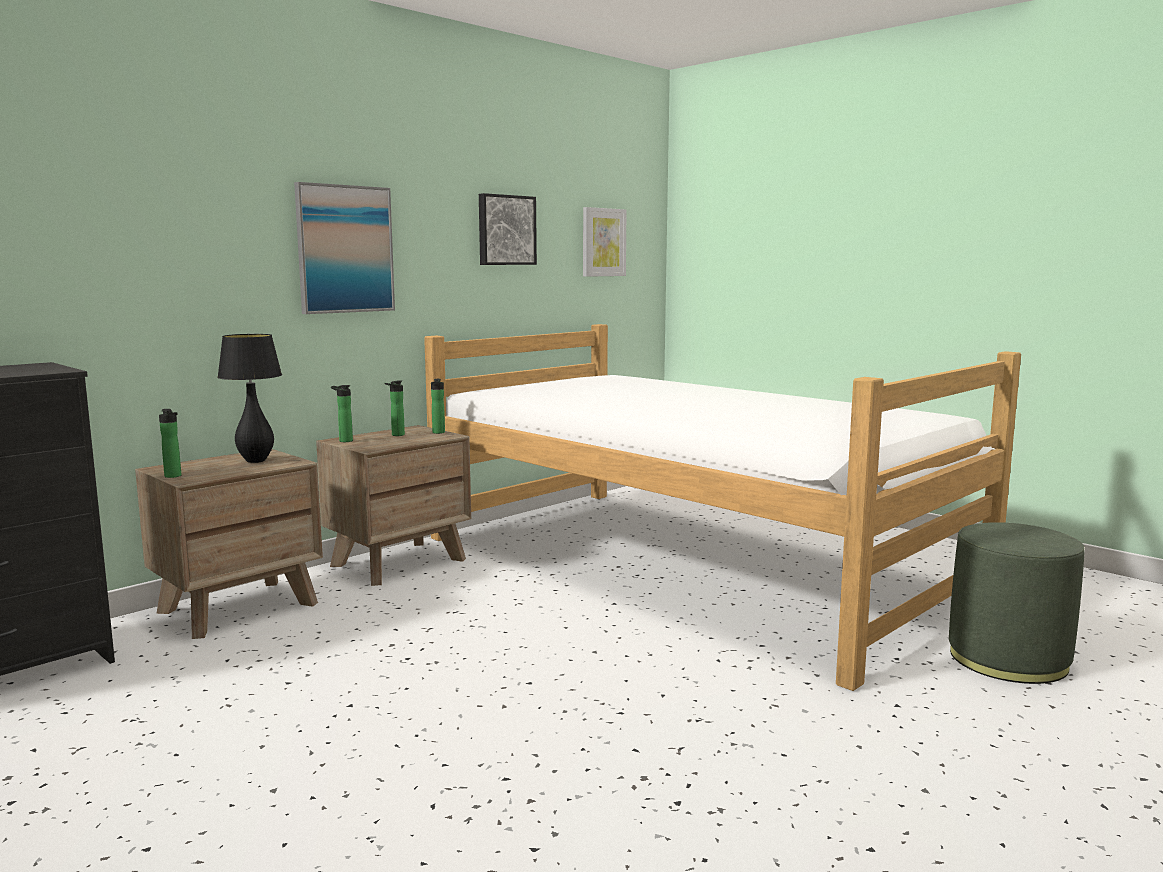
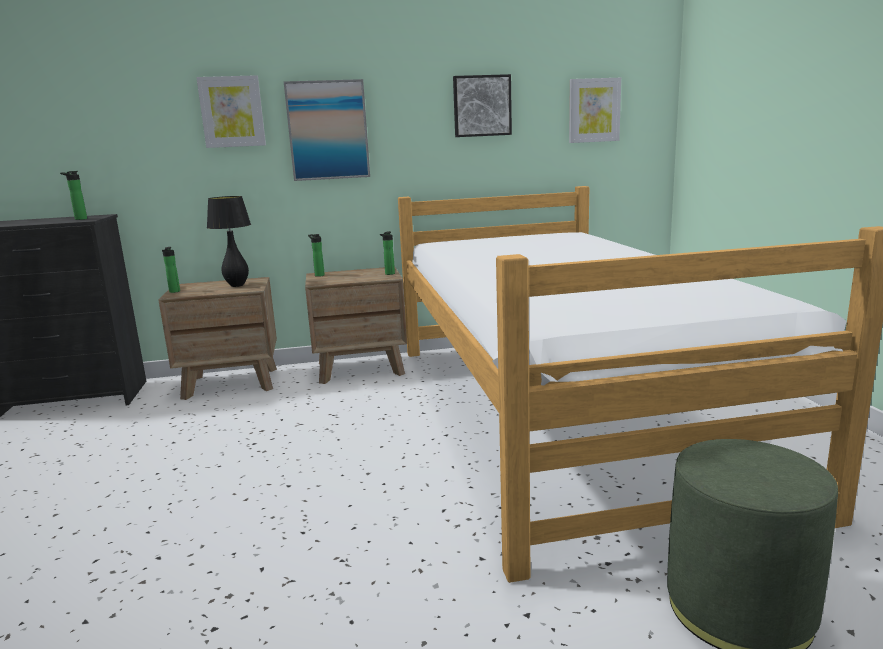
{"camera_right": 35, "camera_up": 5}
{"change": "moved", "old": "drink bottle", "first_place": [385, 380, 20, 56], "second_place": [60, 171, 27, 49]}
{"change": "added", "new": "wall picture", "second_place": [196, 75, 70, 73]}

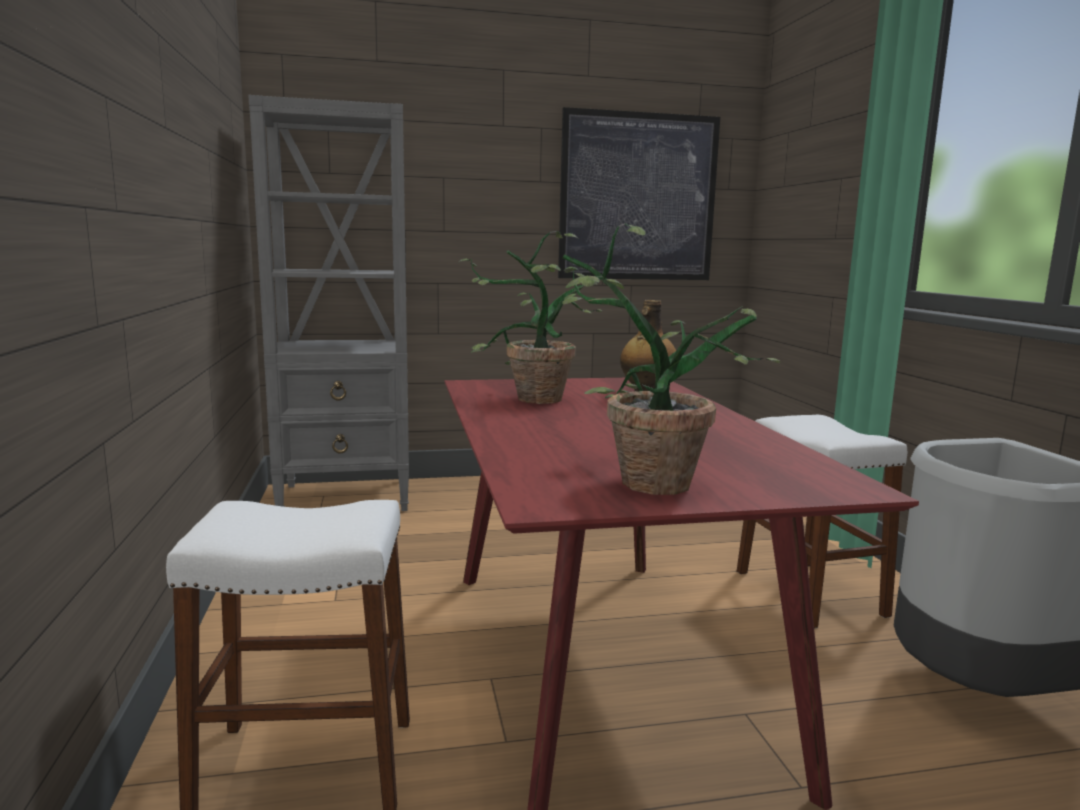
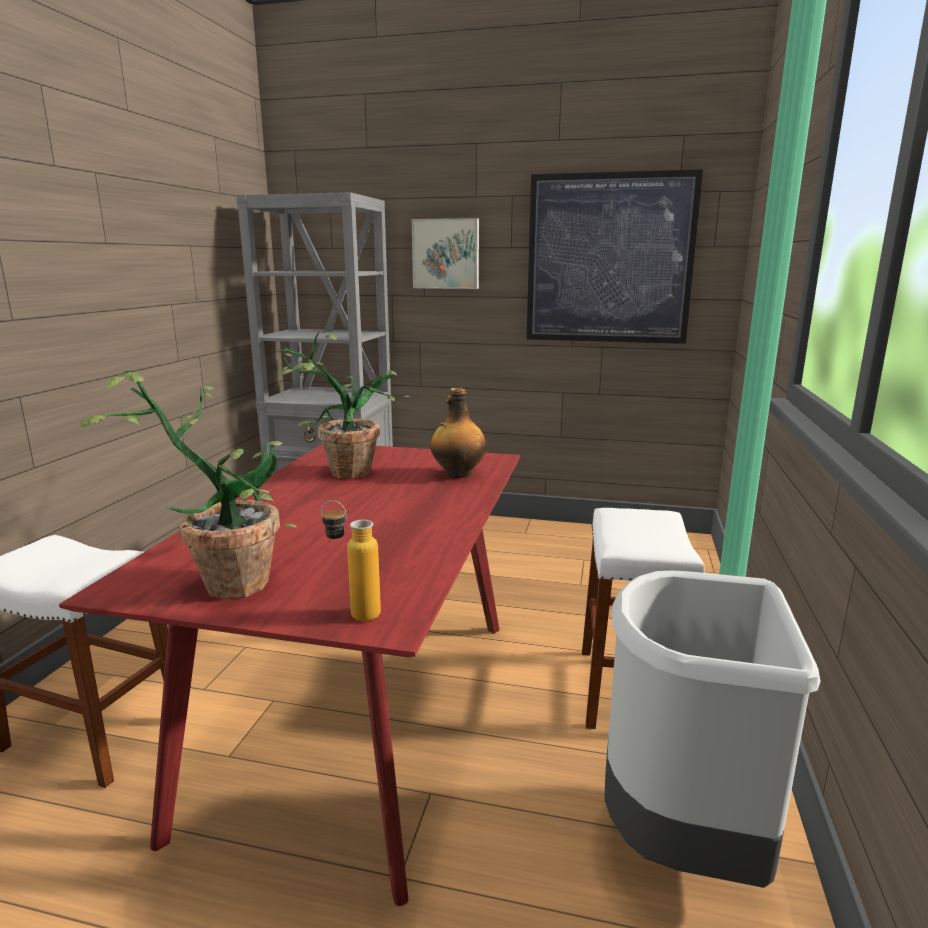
{"camera_right": 25, "camera_up": 5}
{"change": "added", "new": "drink bottle", "second_place": [321, 501, 60, 120]}
{"change": "added", "new": "wall picture", "second_place": [412, 218, 67, 71]}

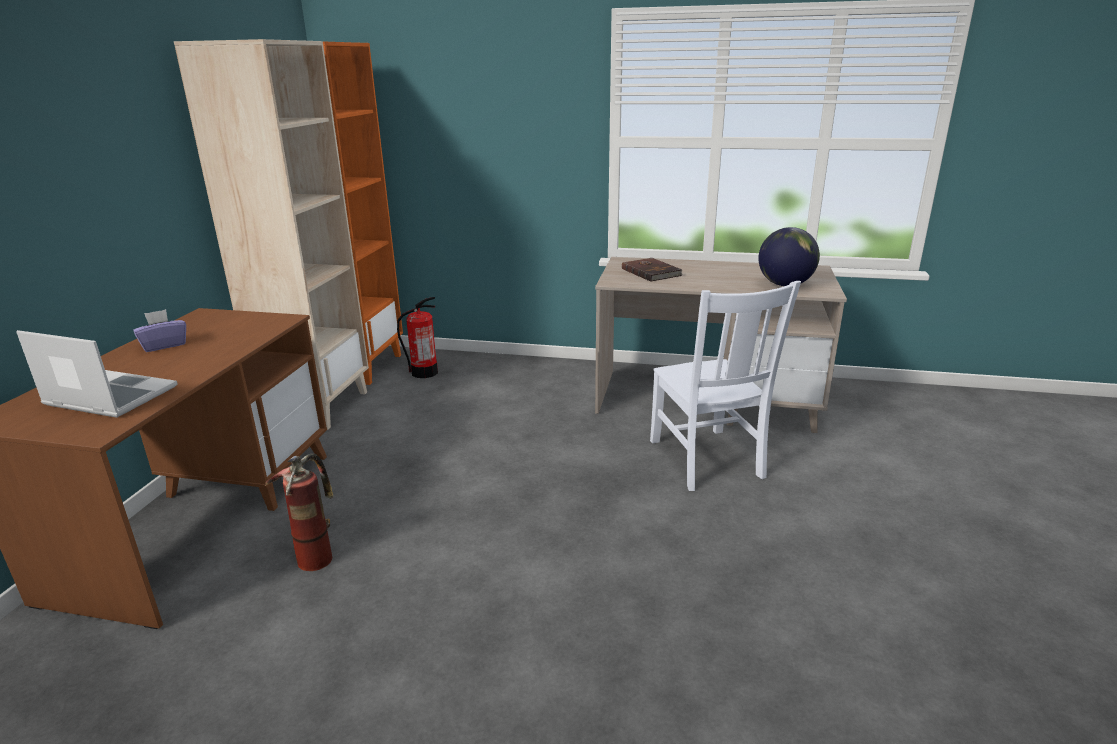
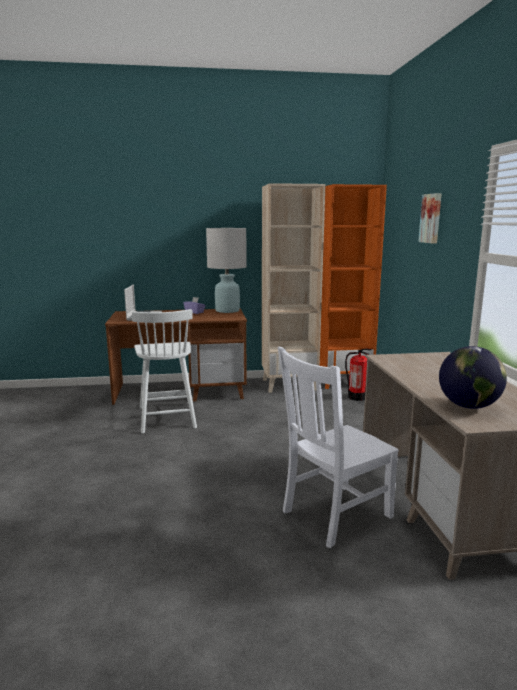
{"camera_right": 70, "camera_up": -10}
{"change": "replaced", "old": "extinguisher", "new": "white plain chair", "first_place": [265, 454, 68, 117], "second_place": [132, 309, 65, 125]}
{"change": "removed", "old": "brownish bound book", "first_place": [622, 258, 61, 24]}
{"change": "added", "new": "white lamp for a table", "second_place": [206, 228, 41, 85]}
{"change": "added", "new": "wall picture", "second_place": [418, 193, 24, 51]}

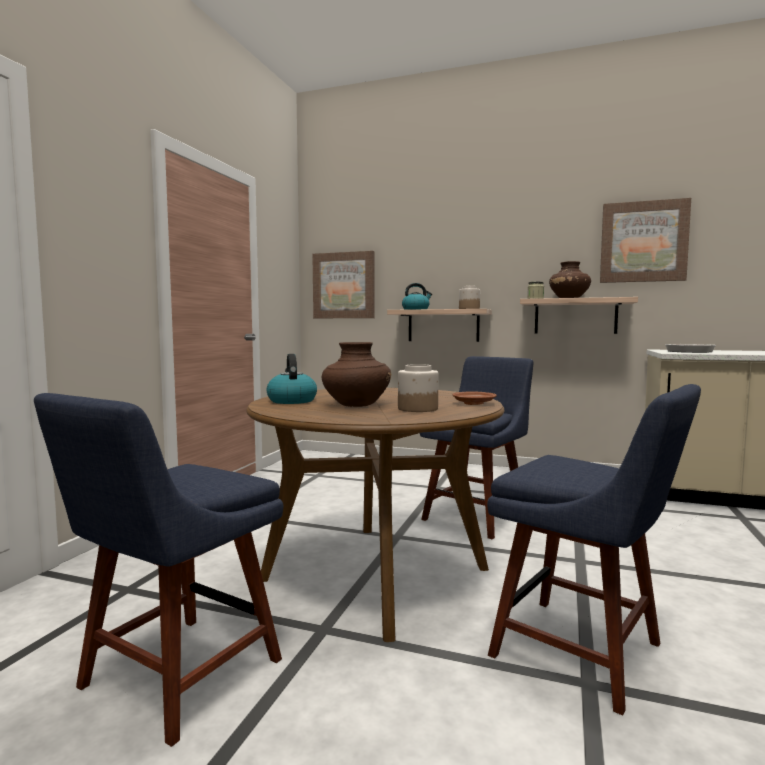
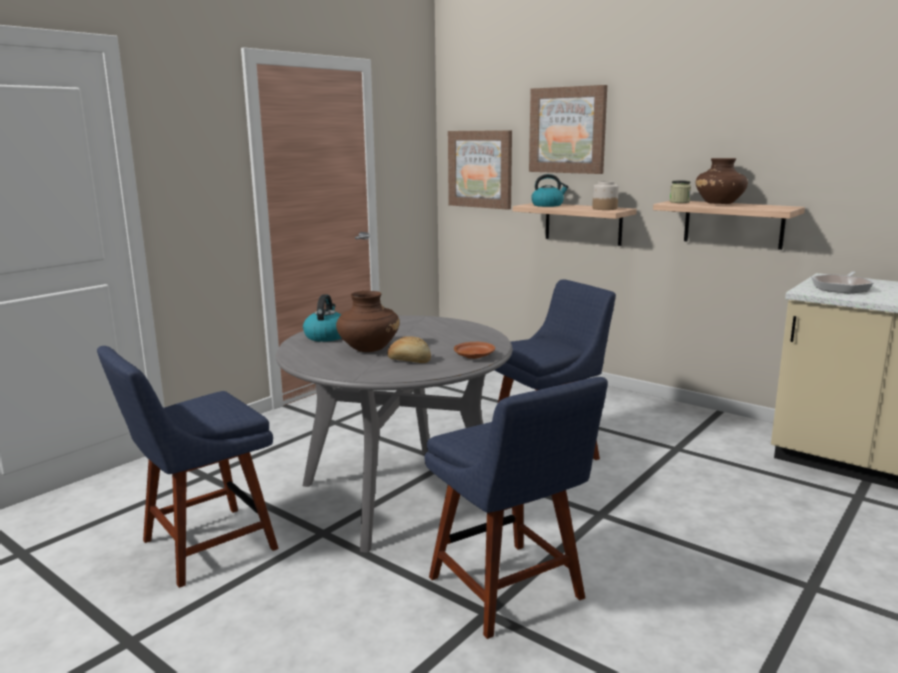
{"camera_right": 20, "camera_up": 10}
{"change": "recoloured", "old": "brownish kitchen table", "new": "grey kitchen table", "first_place": [246, 388, 259, 254], "second_place": [276, 315, 237, 238]}
{"change": "replaced", "old": "jar", "new": "bread", "first_place": [398, 364, 41, 48], "second_place": [387, 336, 44, 27]}
{"change": "moved", "old": "wall picture", "first_place": [600, 198, 91, 85], "second_place": [529, 85, 78, 89]}

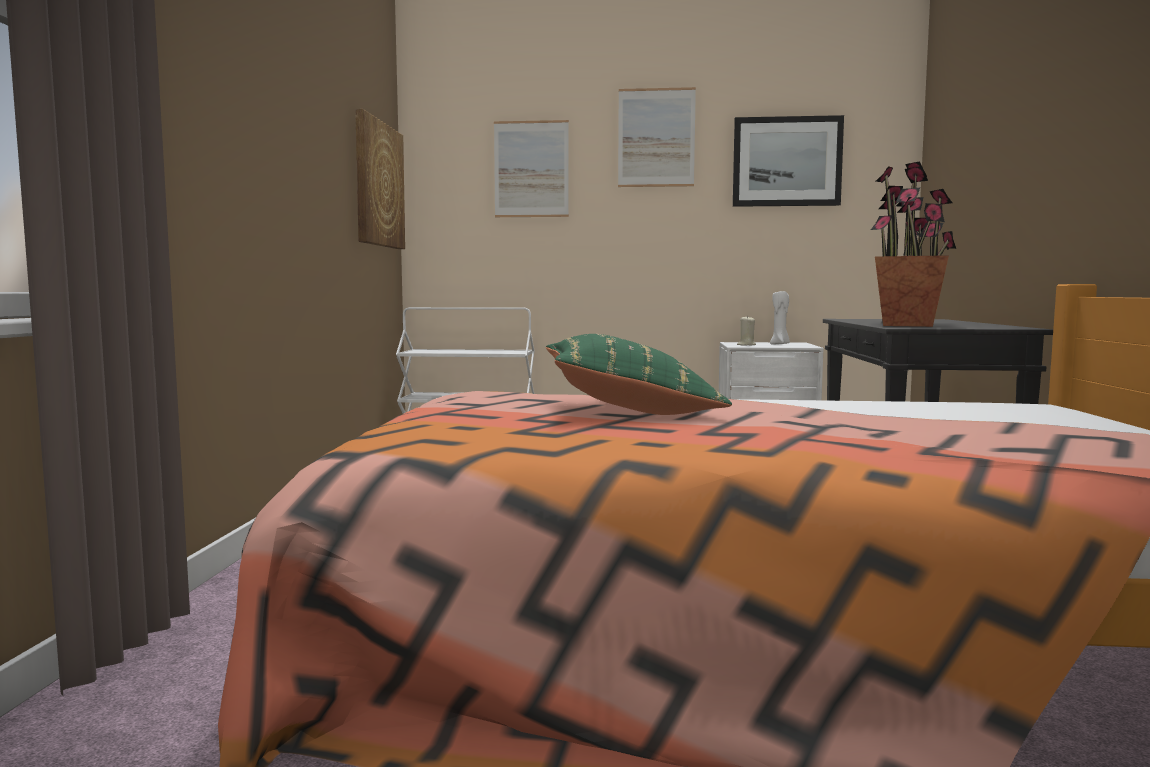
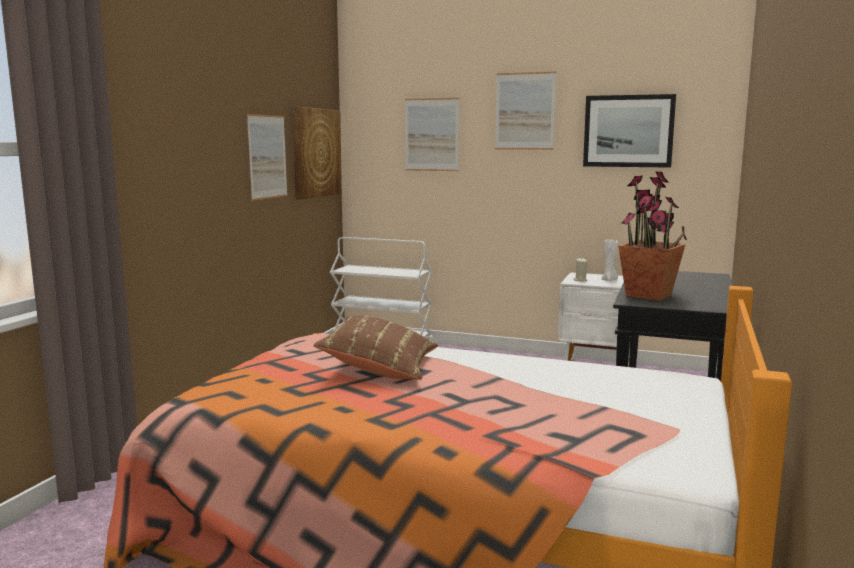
{"camera_right": 15, "camera_up": 5}
{"change": "recoloured", "old": "greenish throw pillow", "new": "brownish throw pillow", "first_place": [546, 334, 186, 81], "second_place": [314, 315, 124, 65]}
{"change": "added", "new": "wall picture", "second_place": [247, 114, 41, 87]}

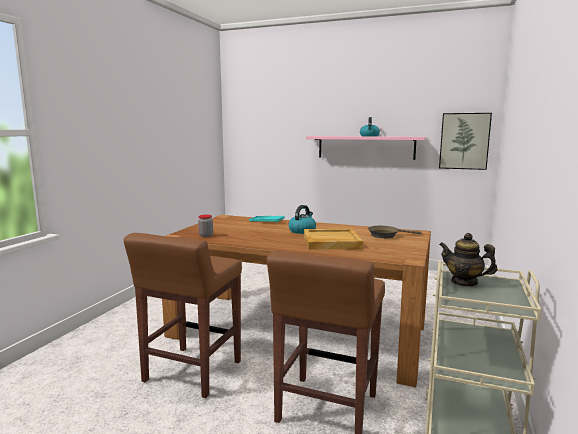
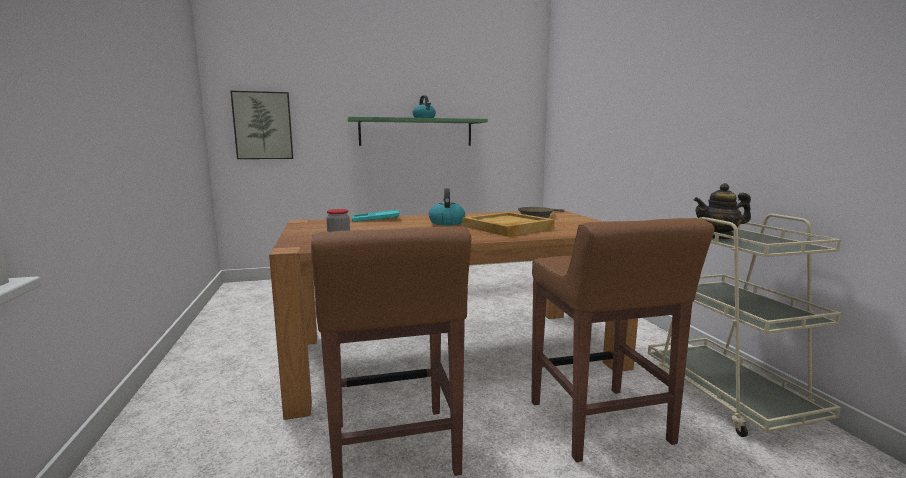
{"camera_right": -35, "camera_up": 0}
{"change": "recoloured", "old": "pink-coloured bracket shelf", "new": "greenish bracket shelf", "first_place": [306, 136, 120, 24], "second_place": [348, 117, 140, 29]}
{"change": "moved", "old": "wall picture", "first_place": [439, 113, 53, 57], "second_place": [230, 91, 63, 68]}

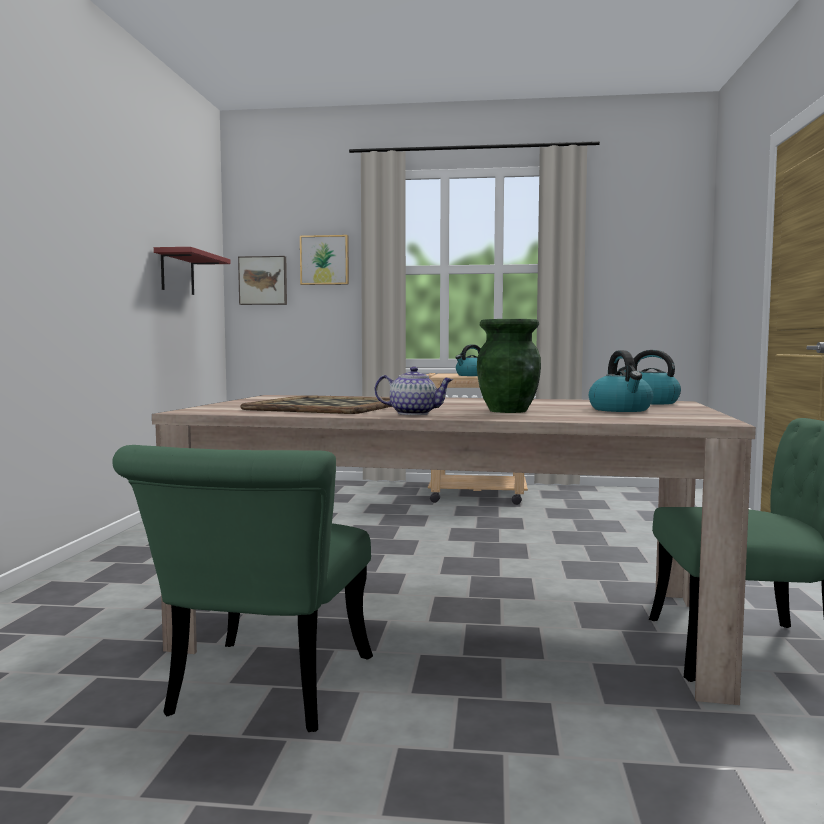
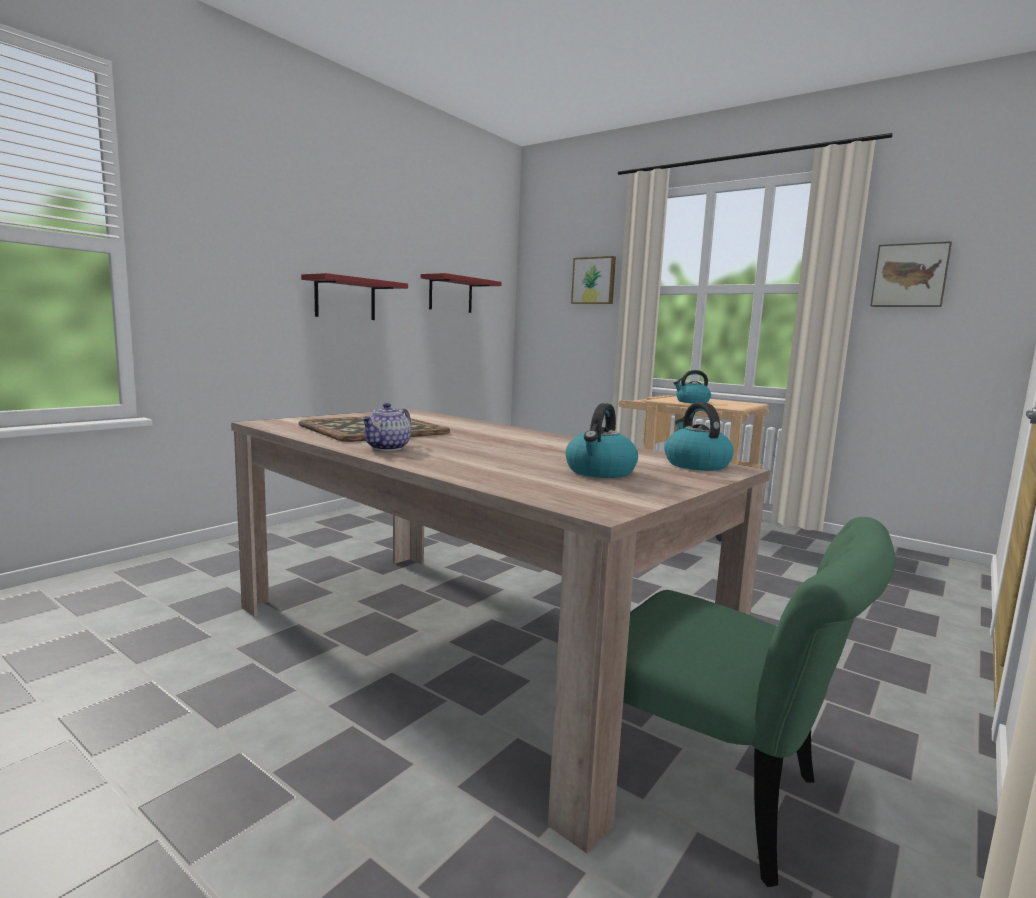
{"camera_right": 30, "camera_up": 5}
{"change": "removed", "old": "greenish plain chair", "first_place": [113, 445, 260, 287]}
{"change": "moved", "old": "wall picture", "first_place": [238, 256, 49, 49], "second_place": [870, 241, 82, 66]}
{"change": "turned", "old": "pot for tea", "first_place": [375, 367, 78, 48], "second_place": [361, 403, 50, 48], "degrees": 75}
{"change": "removed", "old": "greenish flower vase", "first_place": [477, 319, 64, 94]}
{"change": "added", "new": "red-coloured bracket shelf", "second_place": [301, 273, 107, 47]}

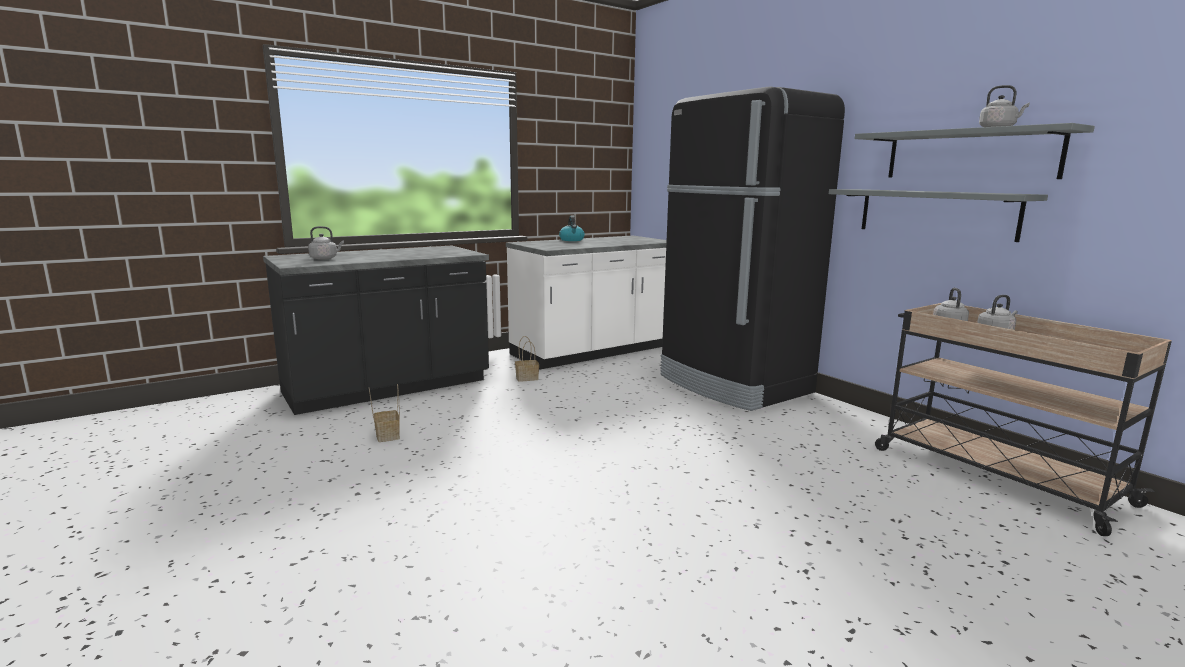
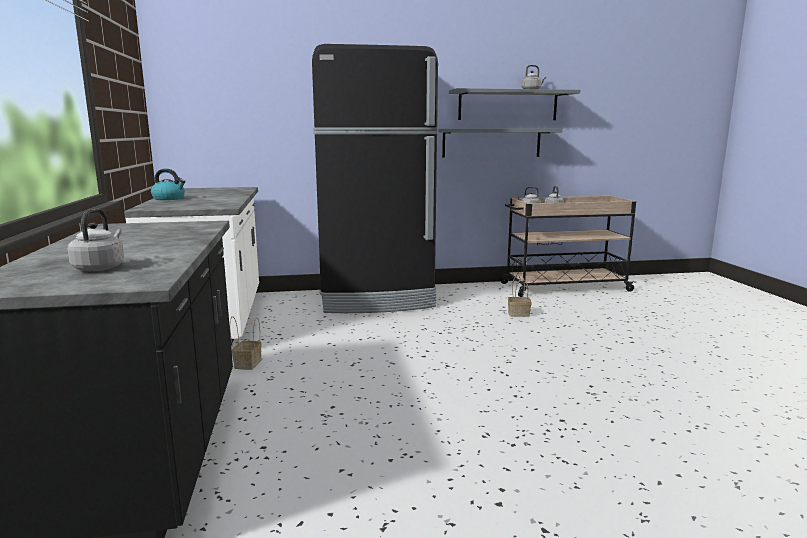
{"camera_right": -65, "camera_up": 0}
{"change": "moved", "old": "storage basket", "first_place": [369, 384, 31, 58], "second_place": [508, 274, 23, 43]}

